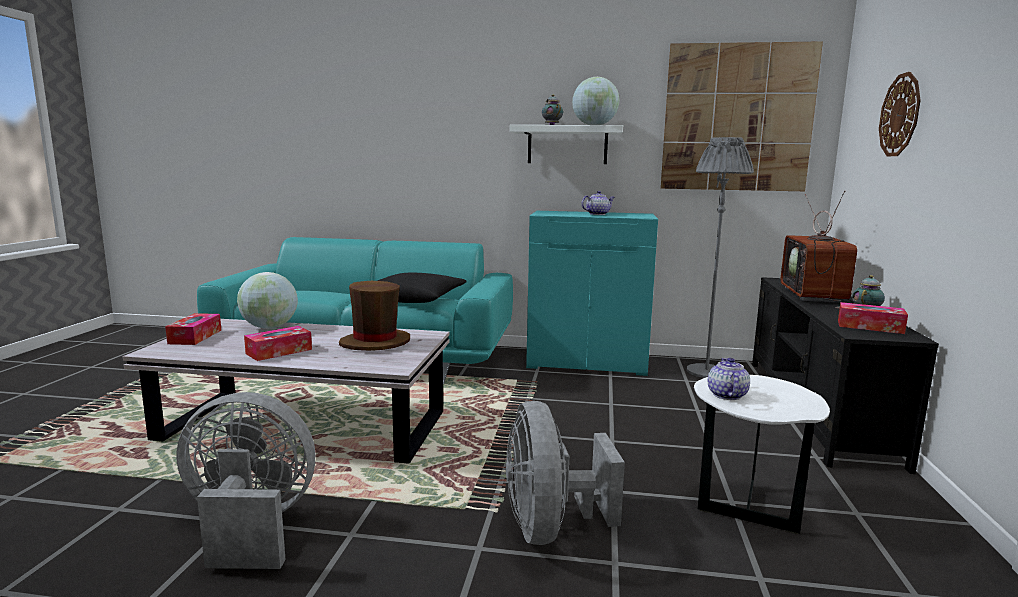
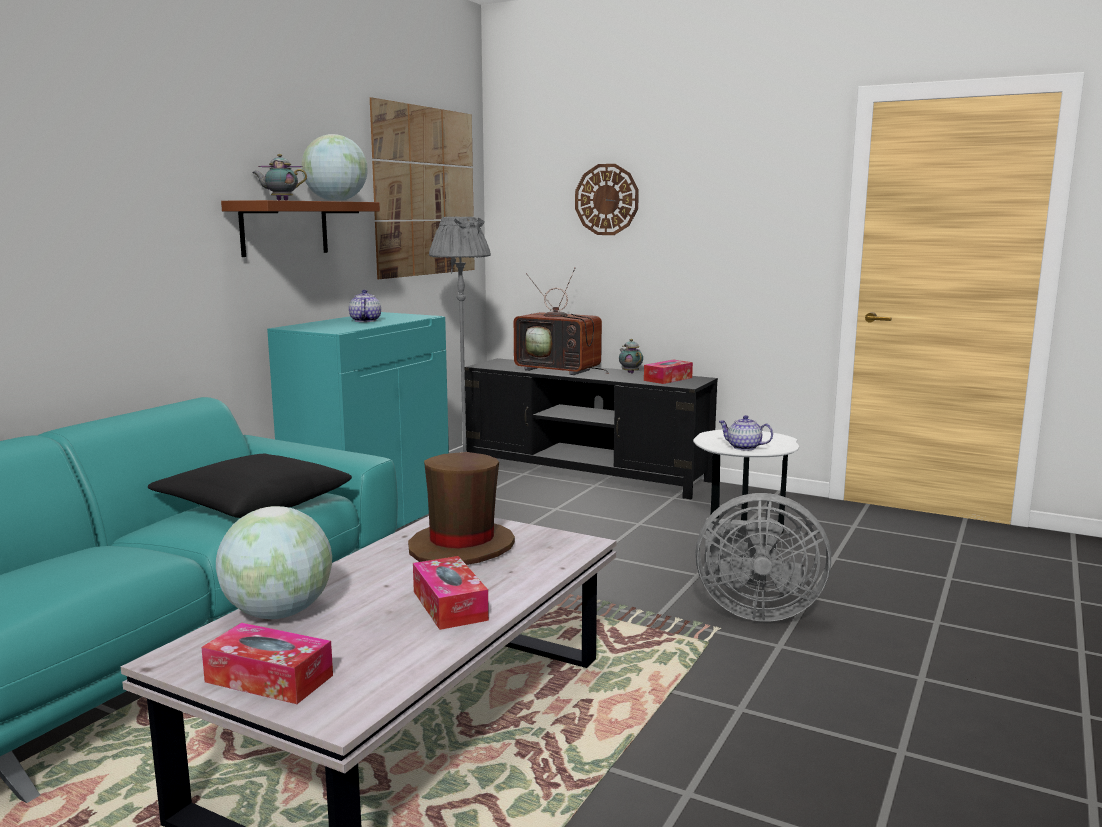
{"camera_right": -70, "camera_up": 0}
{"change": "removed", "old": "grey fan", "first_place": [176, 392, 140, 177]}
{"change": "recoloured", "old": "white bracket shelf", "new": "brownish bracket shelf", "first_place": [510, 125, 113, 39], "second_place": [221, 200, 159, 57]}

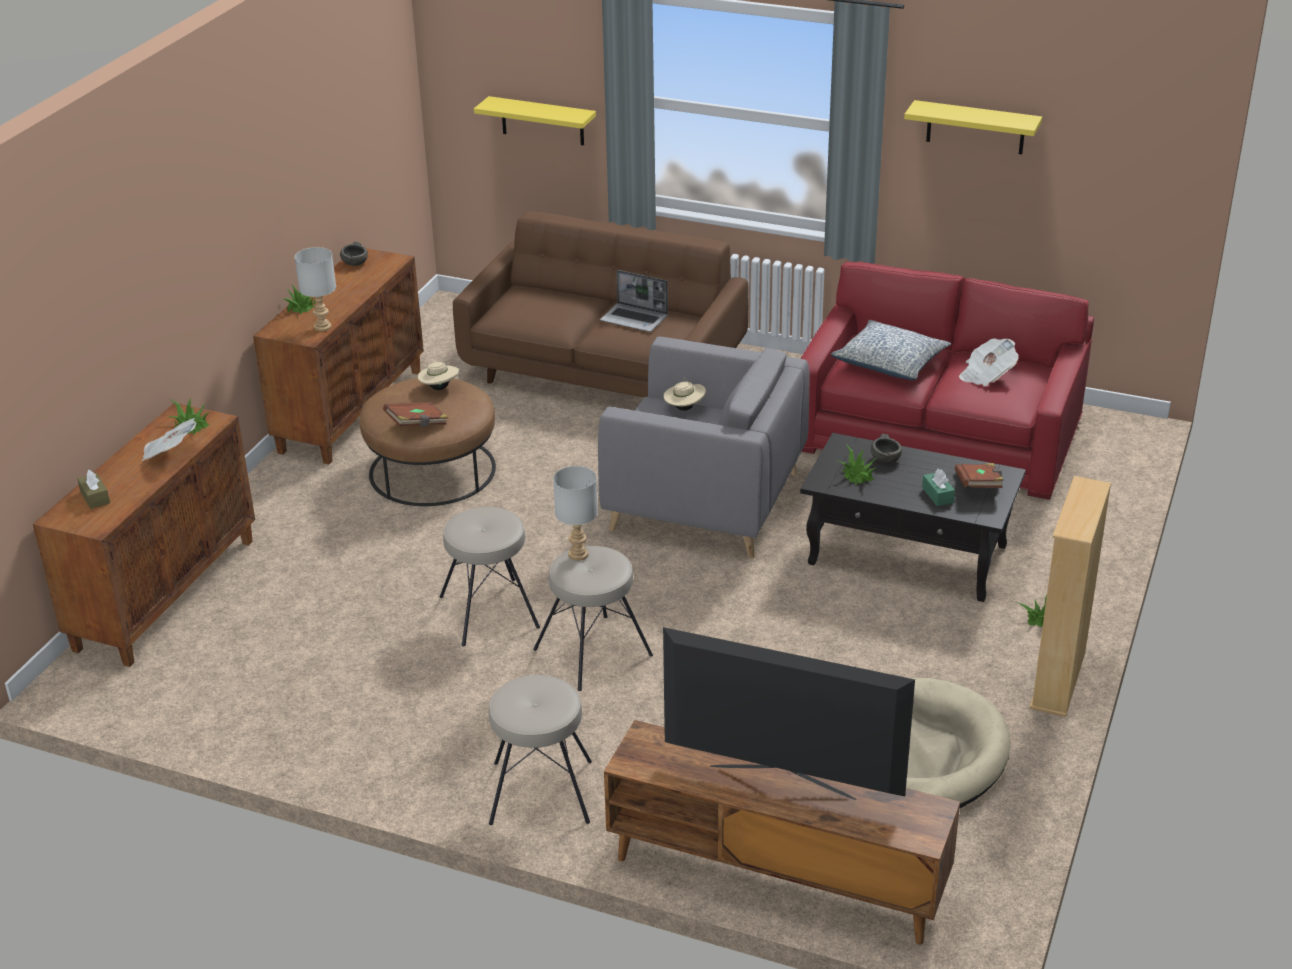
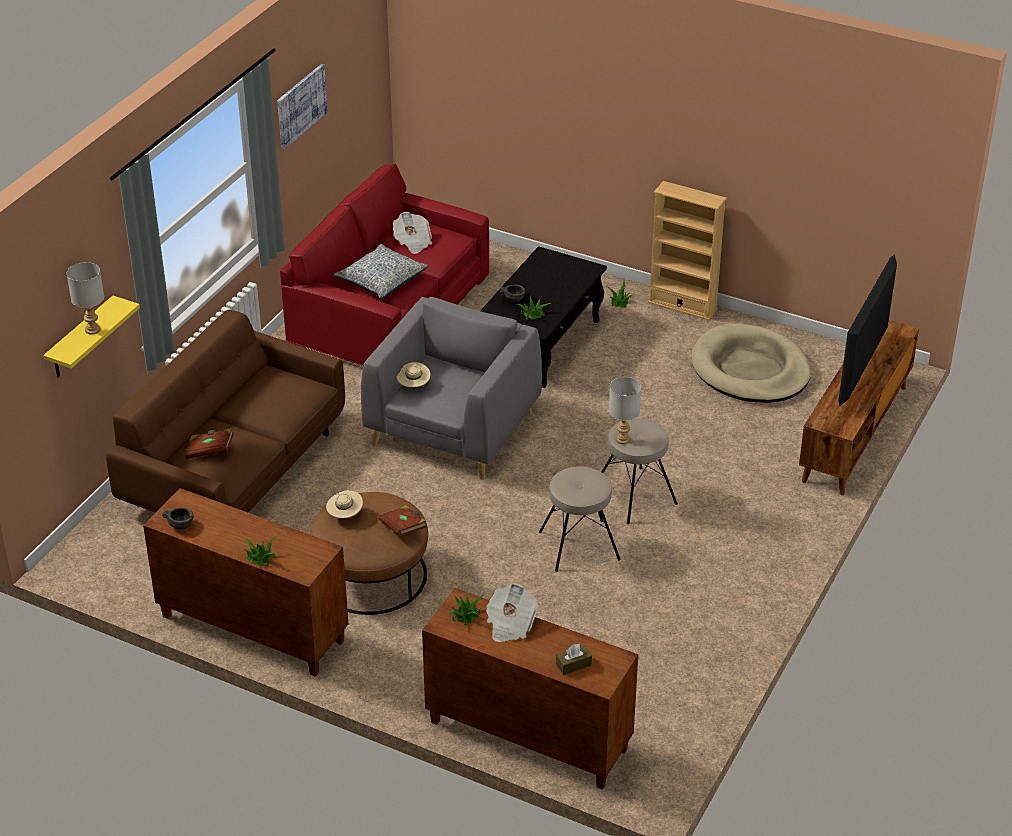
{"camera_right": -85, "camera_up": 5}
{"change": "moved", "old": "grey lamp for a table", "first_place": [295, 247, 41, 84], "second_place": [67, 262, 37, 73]}
{"change": "removed", "old": "beige-coloured sitting stool", "first_place": [489, 675, 103, 150]}
{"change": "removed", "old": "portable computer", "first_place": [600, 270, 68, 62]}
{"change": "replaced", "old": "yellowish bracket shelf", "new": "wall picture", "first_place": [904, 100, 138, 54], "second_place": [277, 64, 50, 85]}
{"change": "removed", "old": "greenish tissue holder", "first_place": [922, 469, 33, 37]}
{"change": "moved", "old": "brownish bound book", "first_place": [955, 463, 49, 25], "second_place": [185, 428, 49, 31]}

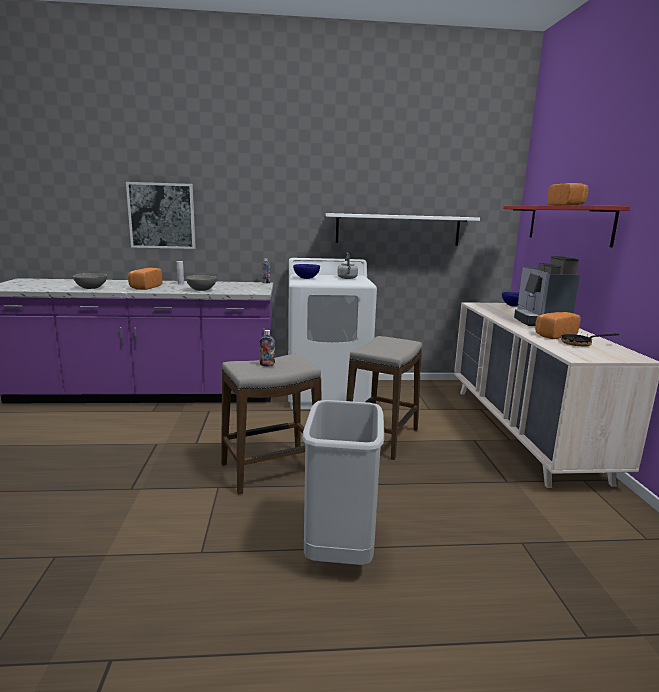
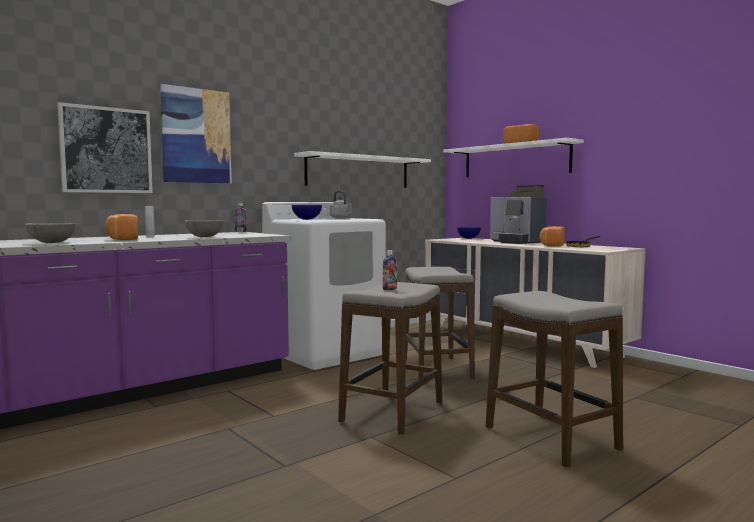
{"camera_right": -35, "camera_up": -10}
{"change": "replaced", "old": "grey trash can", "new": "sitting stool", "first_place": [302, 400, 82, 165], "second_place": [486, 291, 137, 177]}
{"change": "recoloured", "old": "red-coloured bracket shelf", "new": "white bracket shelf", "first_place": [503, 205, 127, 42], "second_place": [443, 138, 141, 39]}
{"change": "added", "new": "wall picture", "second_place": [160, 84, 72, 99]}

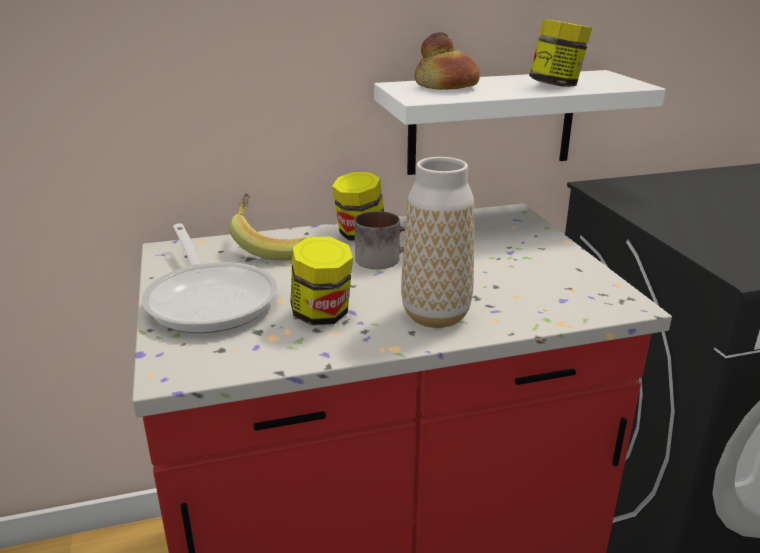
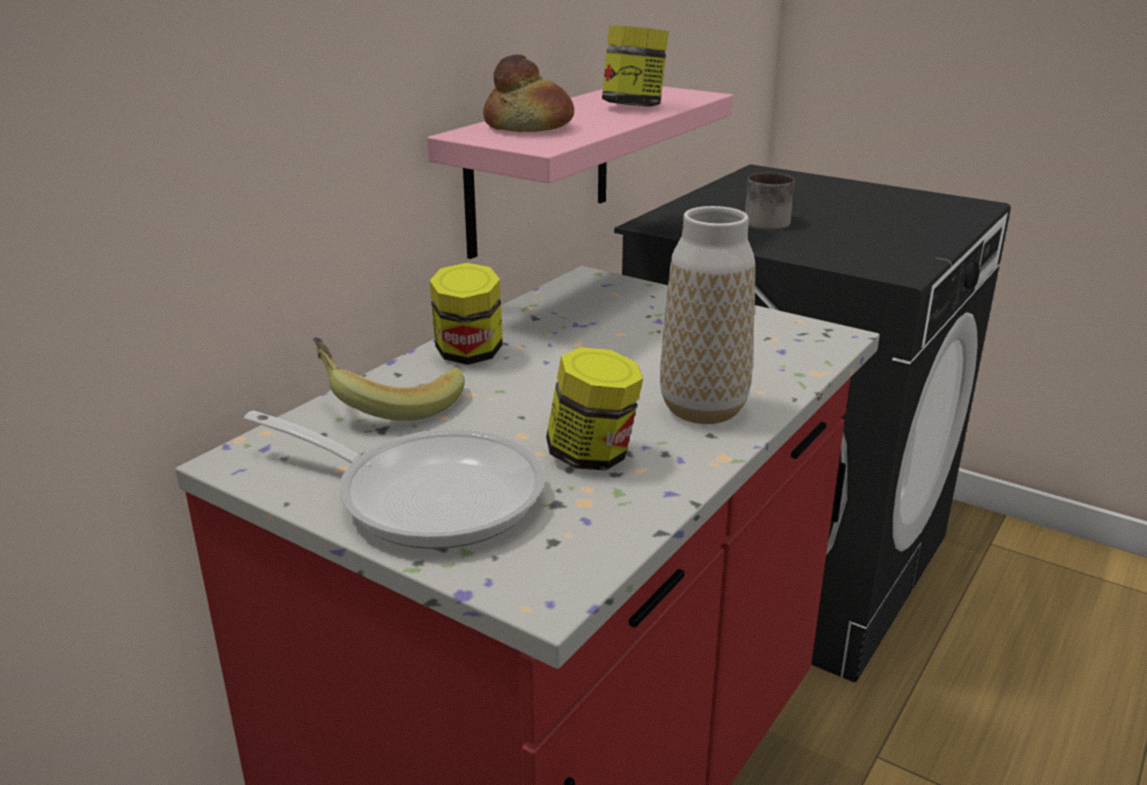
{"camera_right": -40, "camera_up": 0}
{"change": "moved", "old": "coffee mug", "first_place": [355, 211, 50, 58], "second_place": [745, 173, 50, 57]}
{"change": "recoloured", "old": "white bracket shelf", "new": "pink-coloured bracket shelf", "first_place": [374, 70, 292, 105], "second_place": [427, 86, 306, 173]}

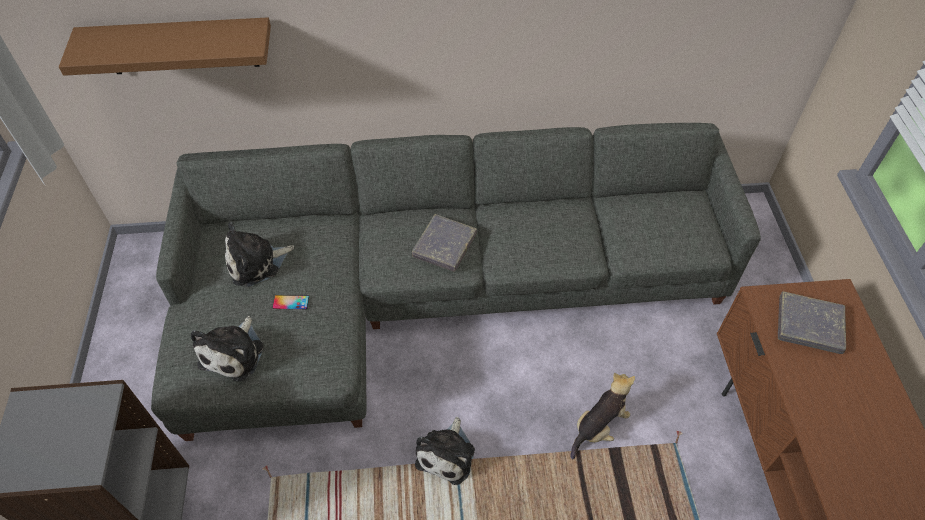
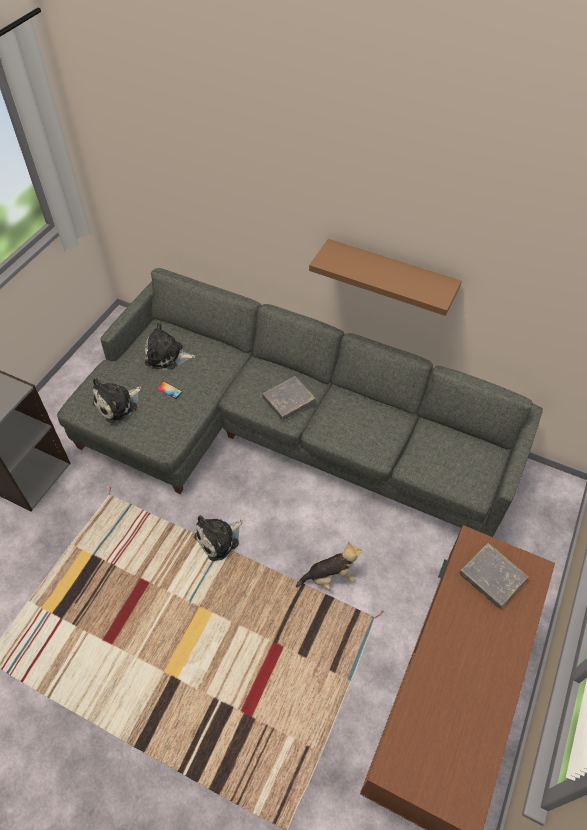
{"camera_right": 30, "camera_up": 0}
{"change": "moved", "old": "brownish bracket shelf", "first_place": [59, 17, 212, 59], "second_place": [309, 239, 153, 77]}

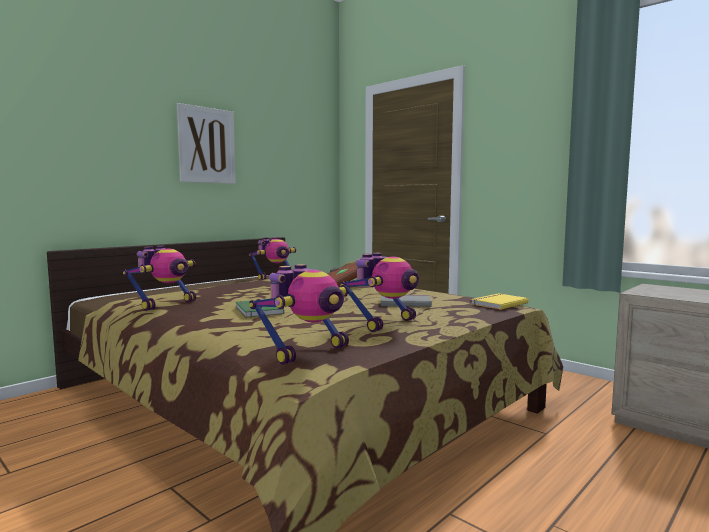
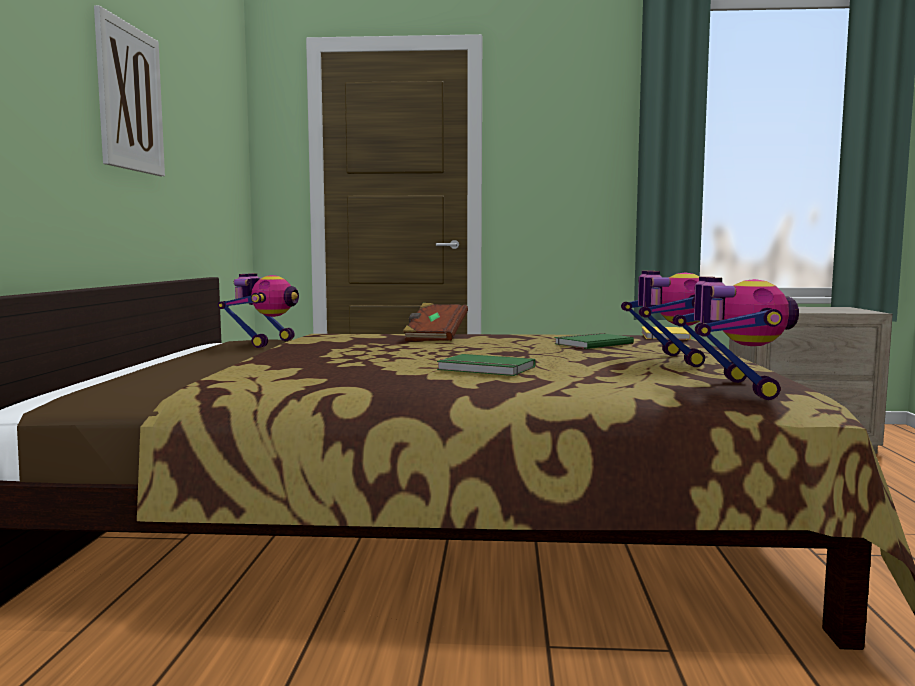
{"camera_right": -40, "camera_up": 0}
{"change": "removed", "old": "model robot", "first_place": [123, 246, 73, 65]}
{"change": "recoloured", "old": "grey bound book", "new": "greenish bound book", "first_place": [381, 295, 51, 12], "second_place": [554, 333, 80, 16]}

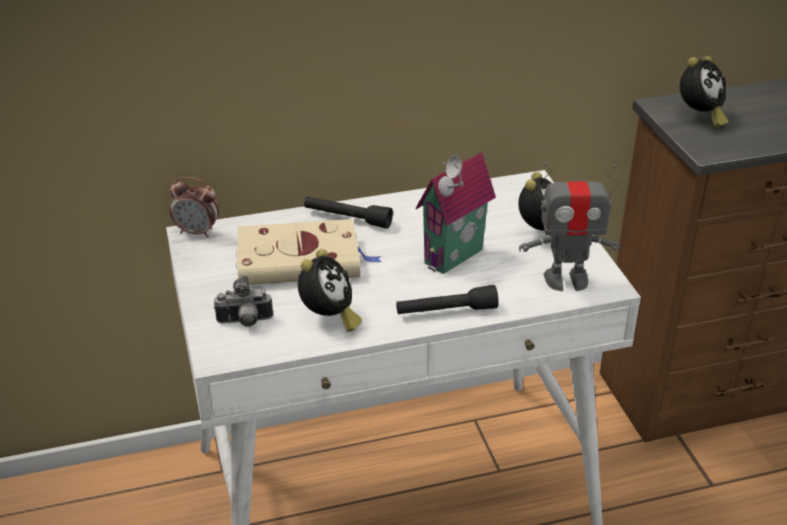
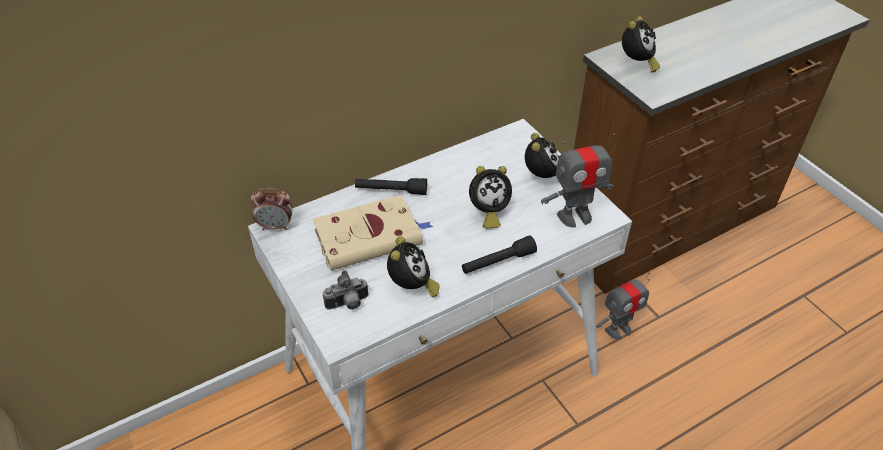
{"camera_right": -15, "camera_up": 10}
{"change": "replaced", "old": "model house", "new": "alarm clock", "first_place": [415, 152, 81, 122], "second_place": [469, 166, 43, 62]}
{"change": "added", "new": "model robot", "second_place": [596, 272, 54, 68]}

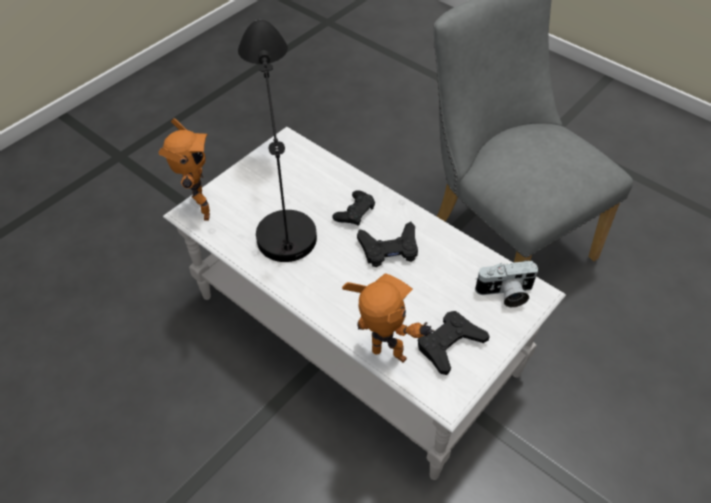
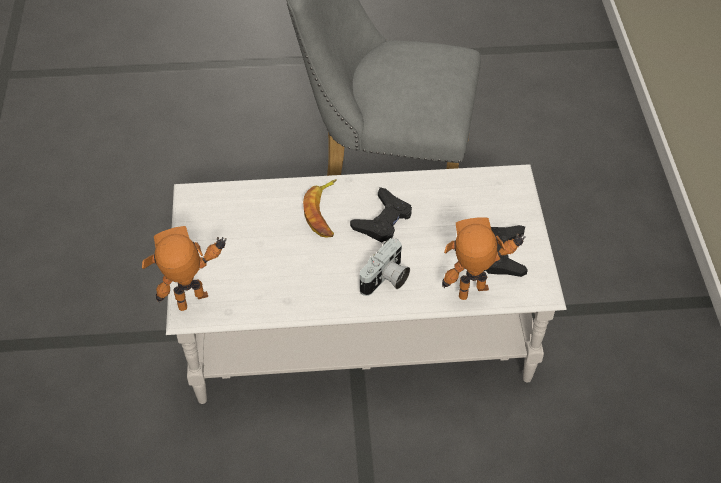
{"camera_right": -45, "camera_up": 0}
{"change": "turned", "old": "model robot", "first_place": [158, 118, 52, 103], "second_place": [142, 226, 85, 85], "degrees": -60}
{"change": "removed", "old": "black lamp for a table", "first_place": [238, 20, 79, 242]}
{"change": "replaced", "old": "black gamepad", "new": "whole banana", "first_place": [332, 190, 43, 36], "second_place": [303, 179, 34, 59]}
{"change": "moved", "old": "still camera", "first_place": [475, 260, 63, 47], "second_place": [360, 238, 50, 58]}

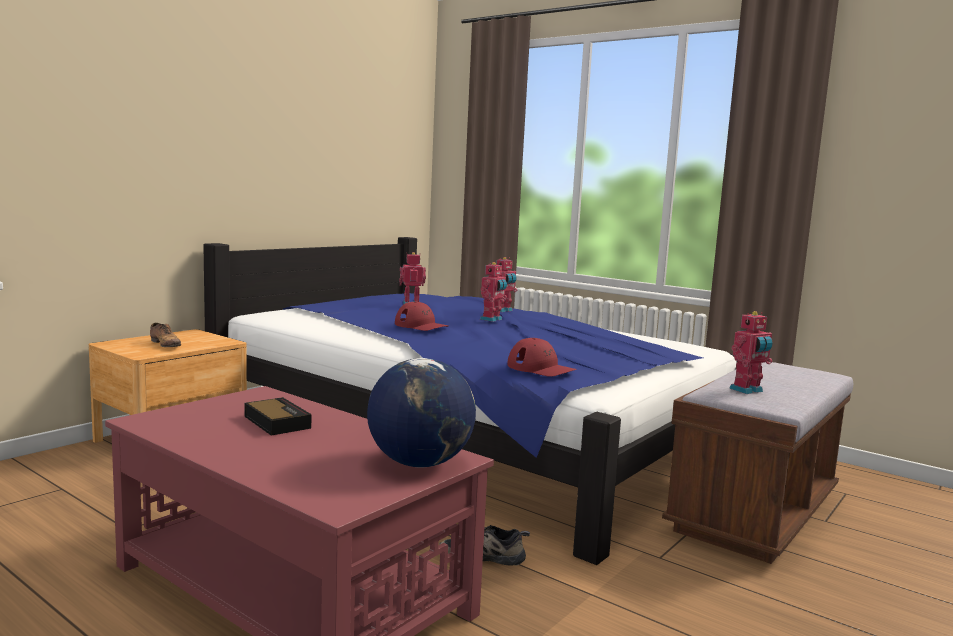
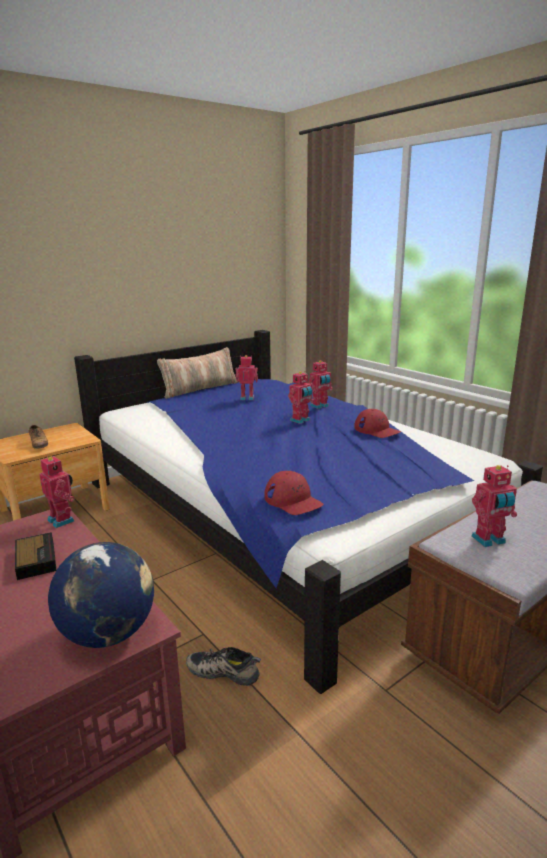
{"camera_right": 15, "camera_up": 10}
{"change": "moved", "old": "red-coloured peaked cap", "first_place": [395, 301, 53, 30], "second_place": [354, 409, 47, 29]}
{"change": "added", "new": "model robot", "second_place": [39, 455, 36, 73]}
{"change": "added", "new": "throw pillow", "second_place": [157, 347, 81, 52]}

